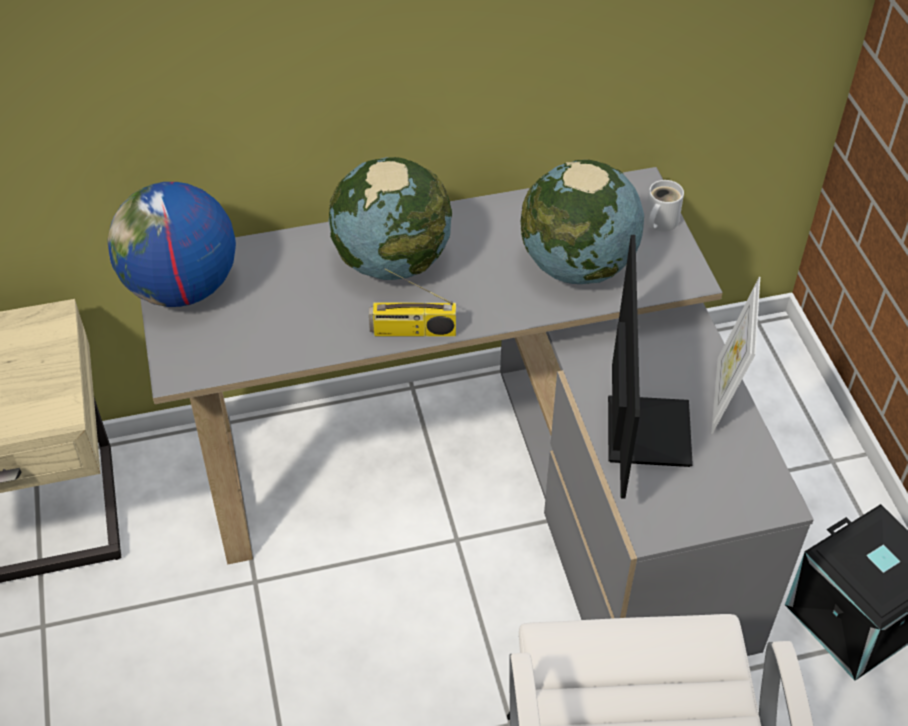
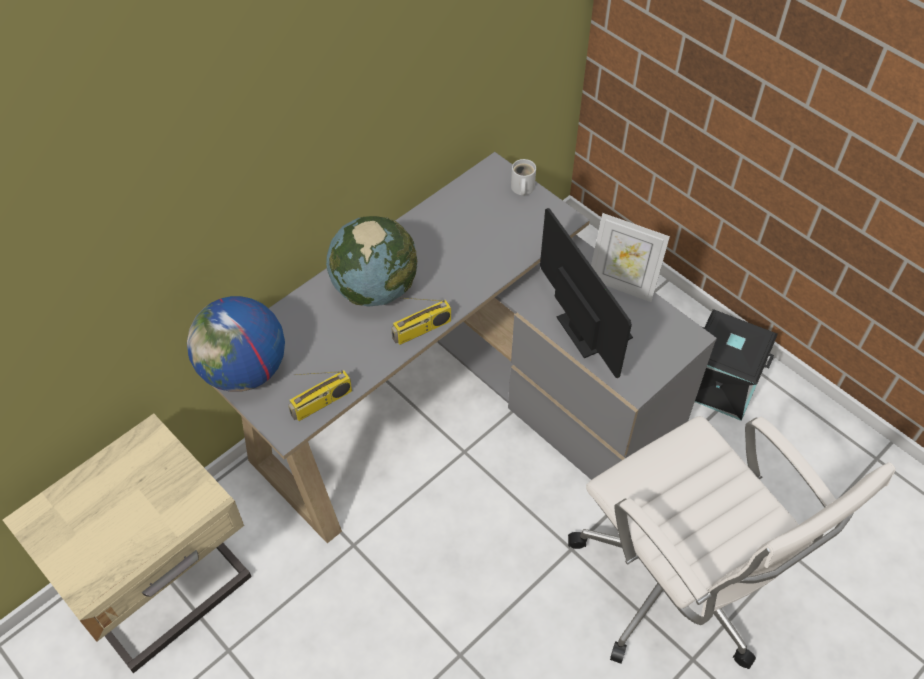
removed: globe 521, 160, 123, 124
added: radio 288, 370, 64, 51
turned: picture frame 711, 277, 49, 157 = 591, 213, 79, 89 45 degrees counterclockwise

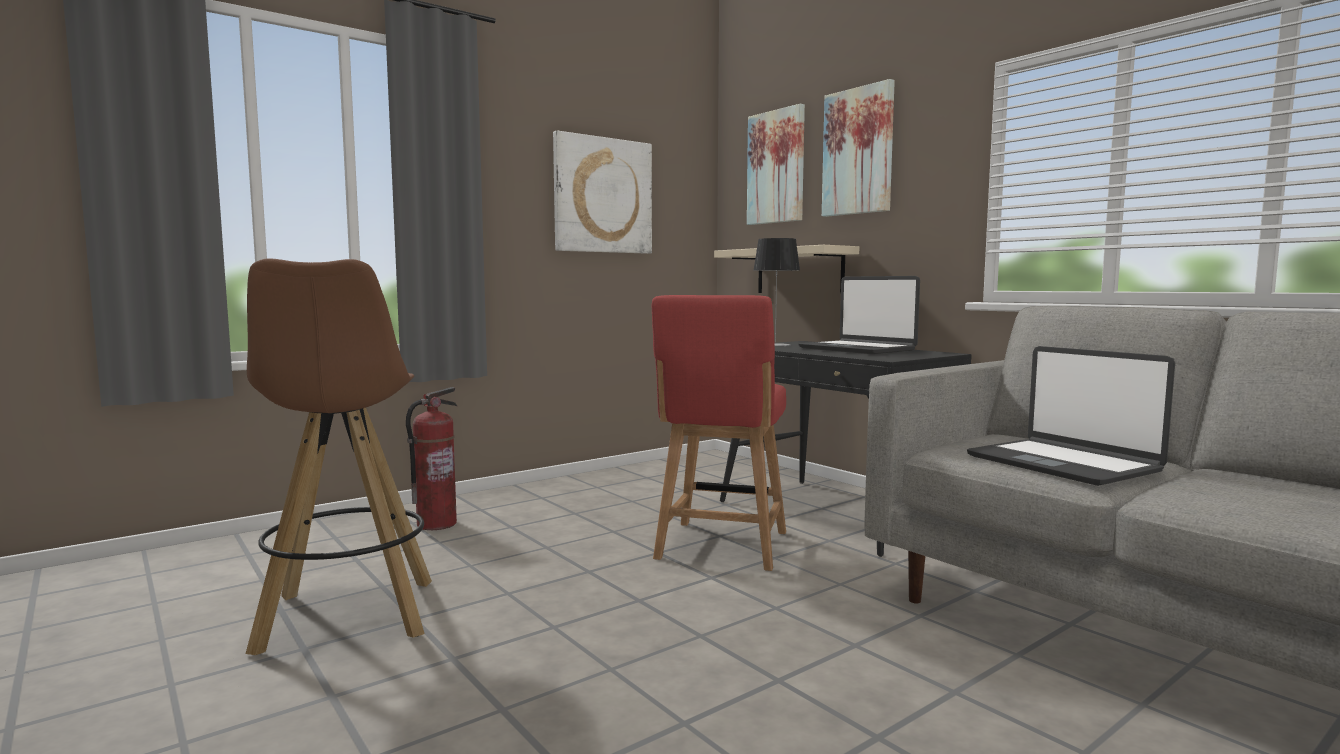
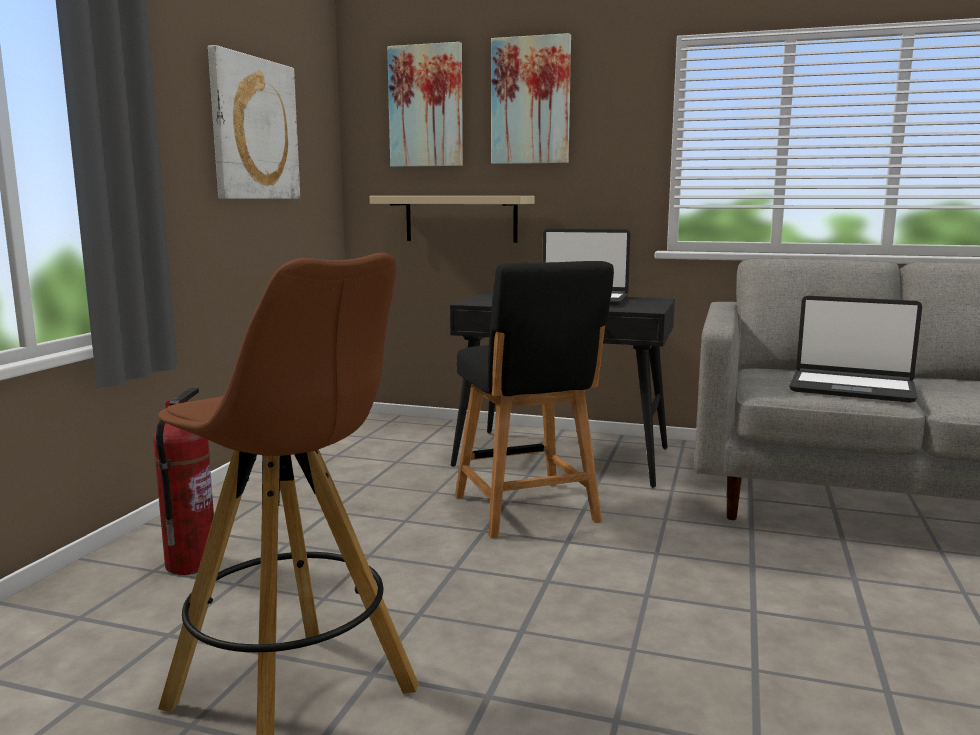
removed: table lamp 754, 238, 46, 108
recoloured: chair/red 651, 295, 135, 276 to chair/black 455, 261, 159, 278

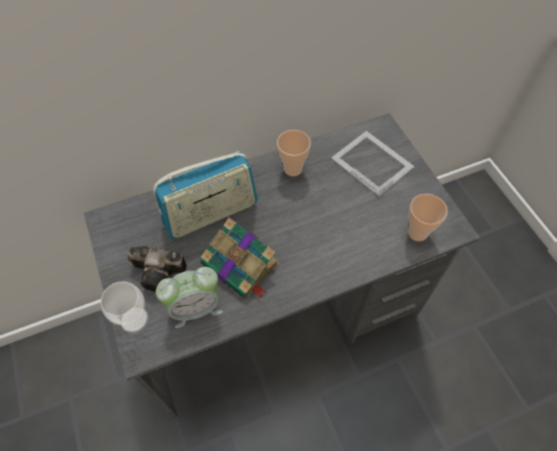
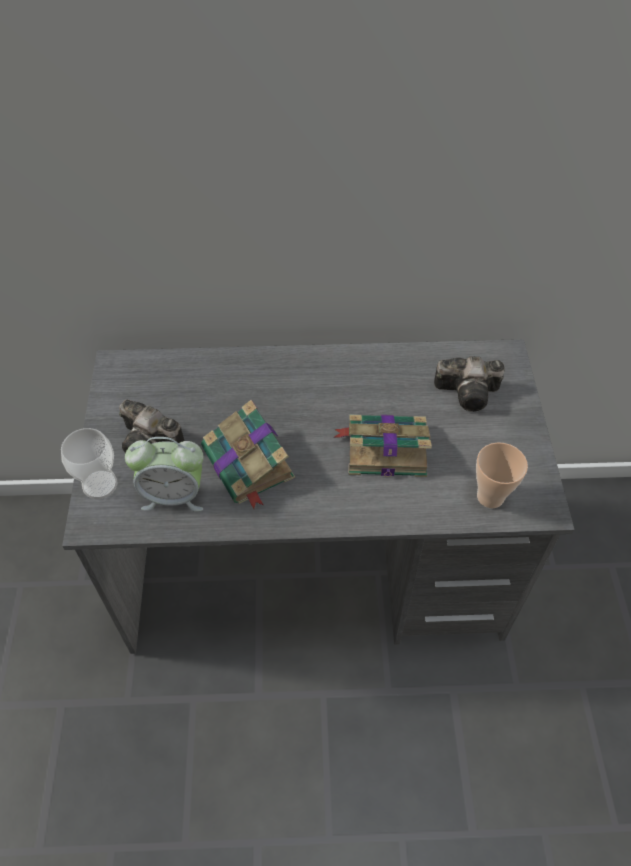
removed: radio 153, 151, 105, 88; cup 277, 130, 34, 46
added: book 334, 415, 98, 62
replaced: picture frame 331, 131, 84, 66 to photo camera 434, 356, 71, 56

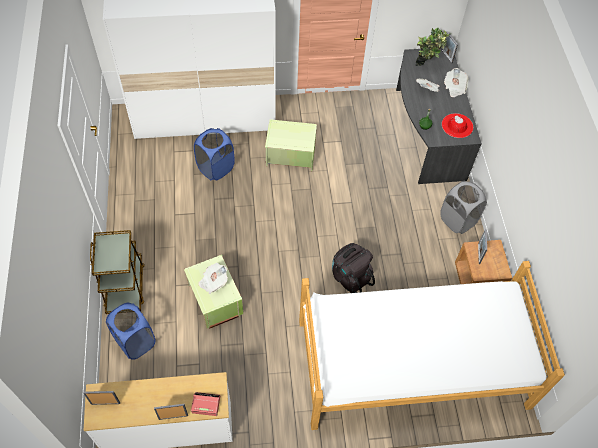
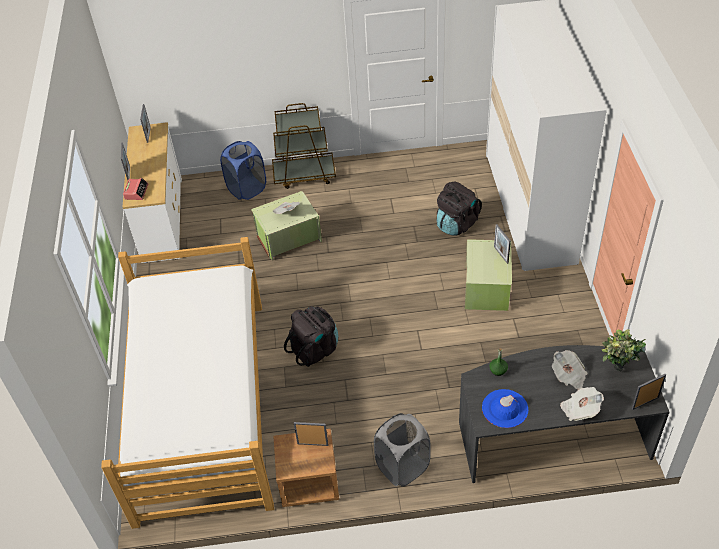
added: picture frame 494, 224, 17, 40
replaced: laundry basket/blue 194, 128, 41, 52 to backpack/black 437, 181, 45, 55
recoloured: hat/red 442, 113, 31, 25 to hat/blue 482, 389, 46, 39

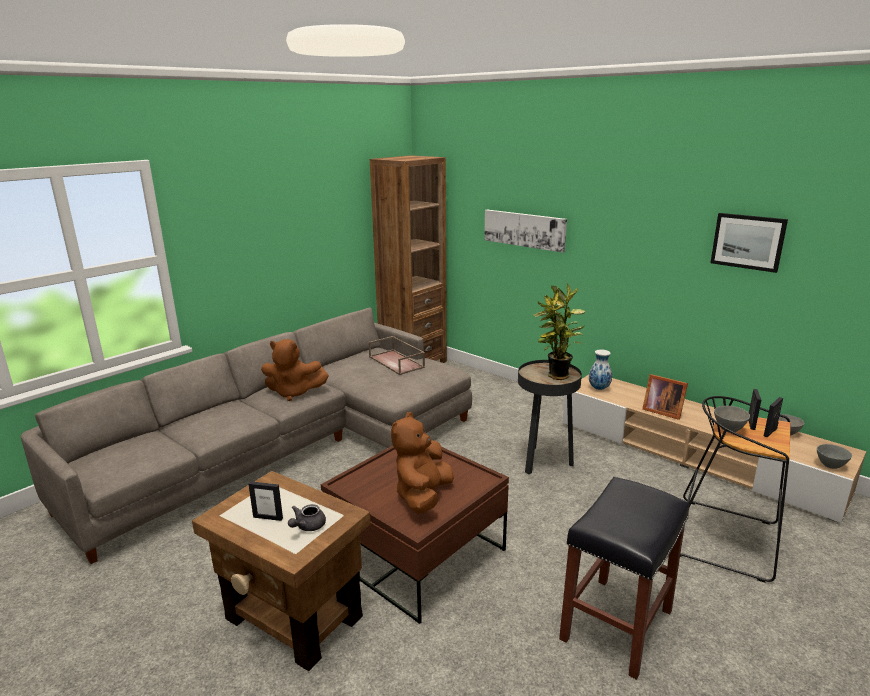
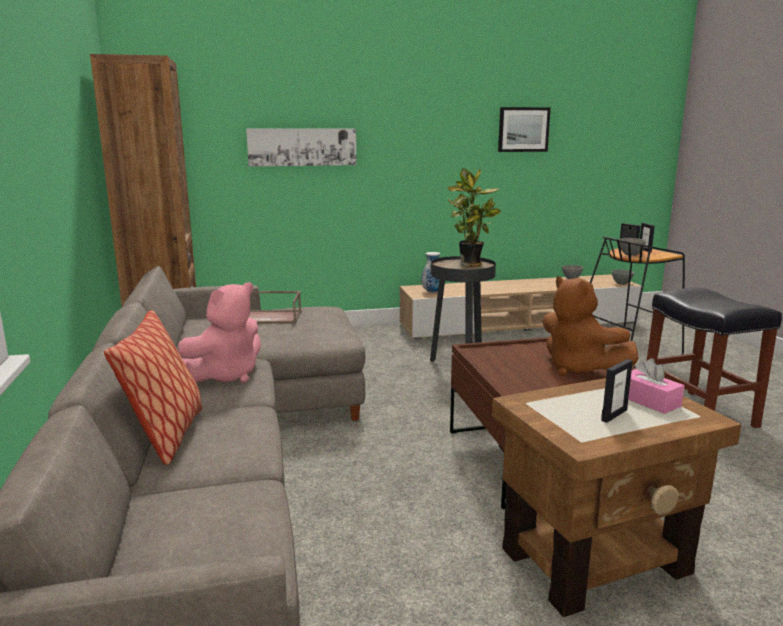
removed: picture frame 642, 374, 46, 46
added: pillow 104, 310, 99, 155
replaced: teapot/grey 288, 504, 38, 27 to tissue box/pink 628, 358, 56, 56
recoloured: plush toy/brown 261, 339, 68, 62 to plush toy/pink 178, 282, 83, 101

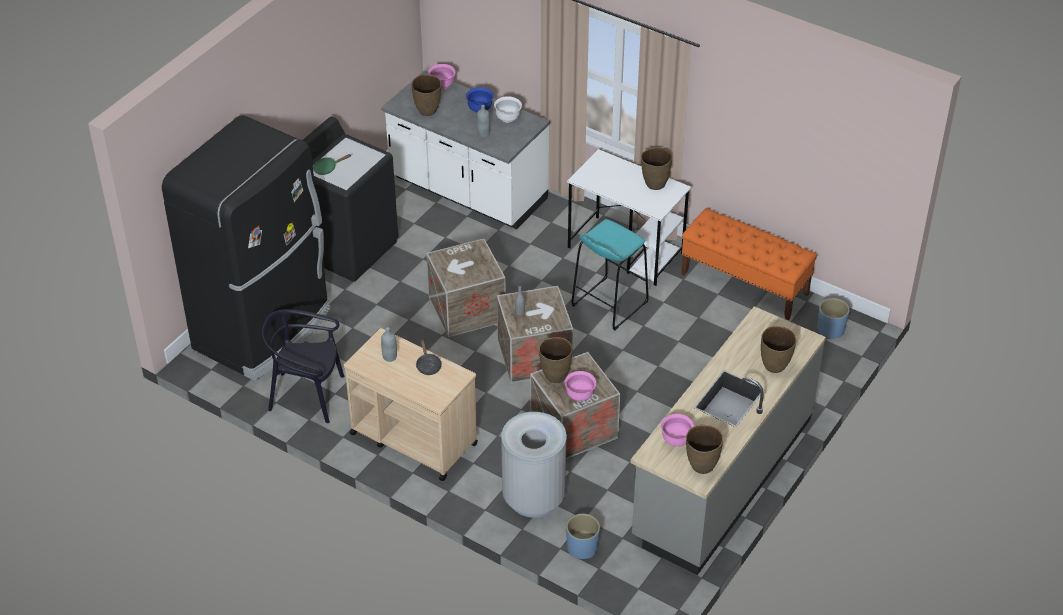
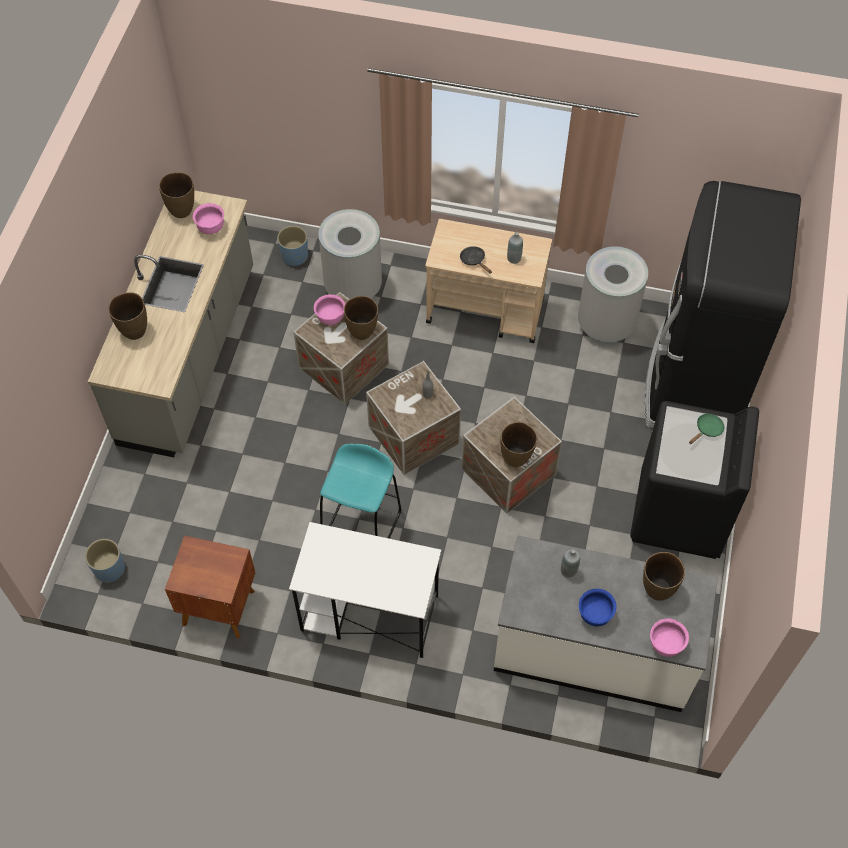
removed: bowl/white 494, 96, 28, 26
moved: vase/brown 641, 147, 31, 43 to 501, 422, 36, 45
replaced: chair/black 262, 309, 82, 114 to trash can/grey 578, 246, 70, 98; bench/orange 681, 208, 136, 112 to nightstand/brown 165, 536, 90, 103

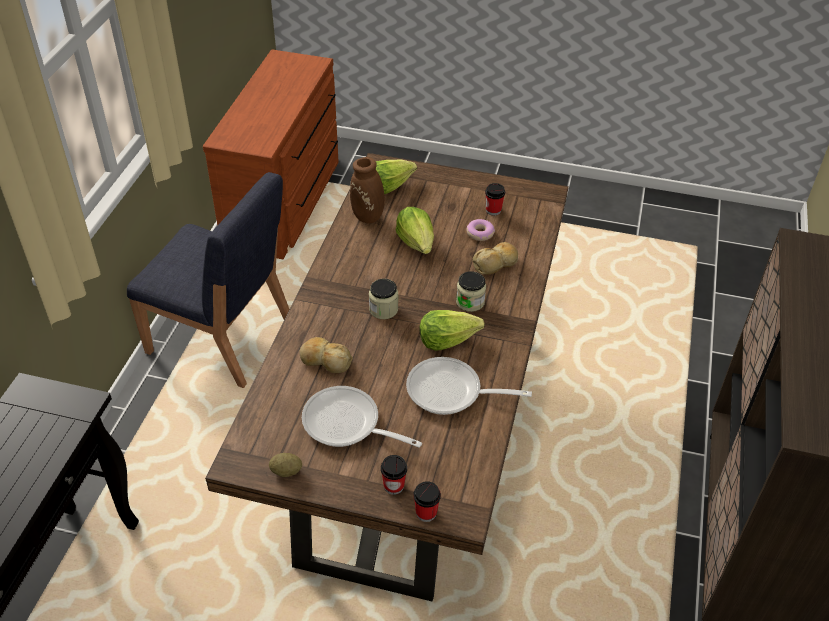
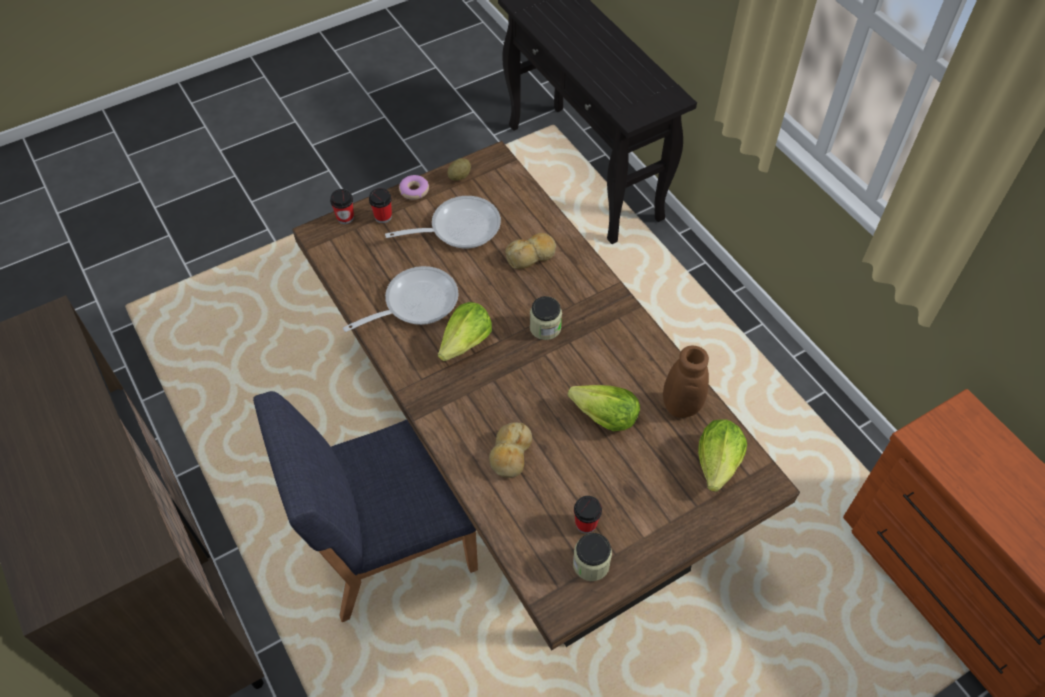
moved: chair/blue 127, 172, 162, 216 to 253, 391, 225, 231; jar 456, 271, 30, 41 to 573, 533, 39, 48; donut 467, 219, 28, 22 to 399, 175, 30, 25

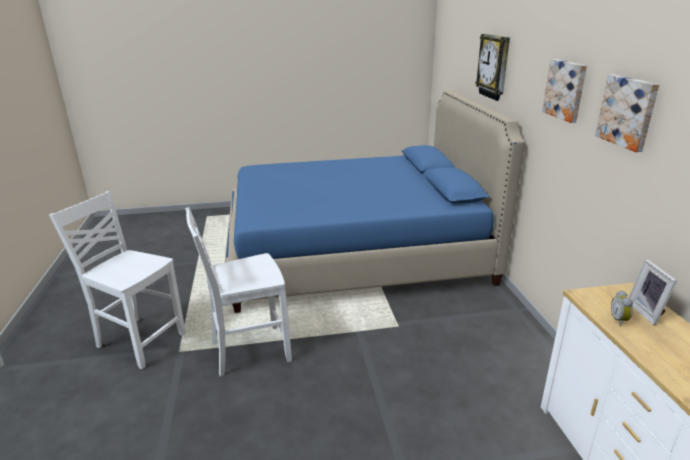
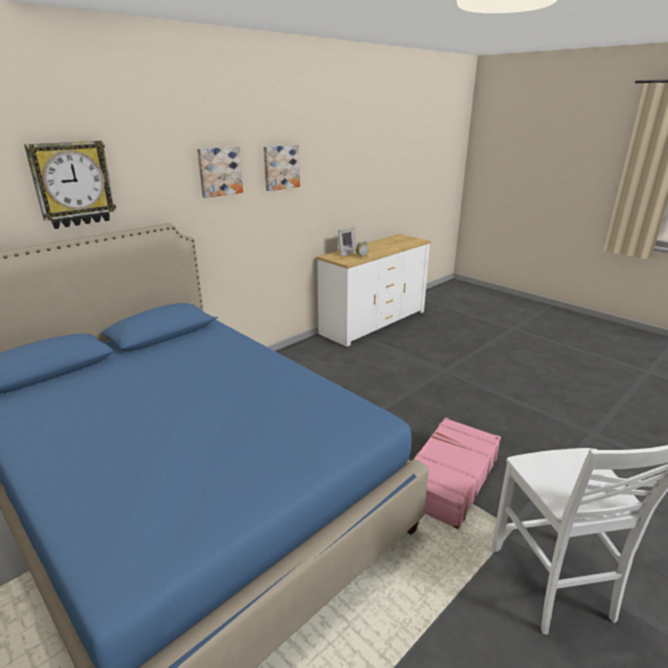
replaced: chair/white 185, 207, 107, 169 to suitcase/pink 413, 417, 88, 112

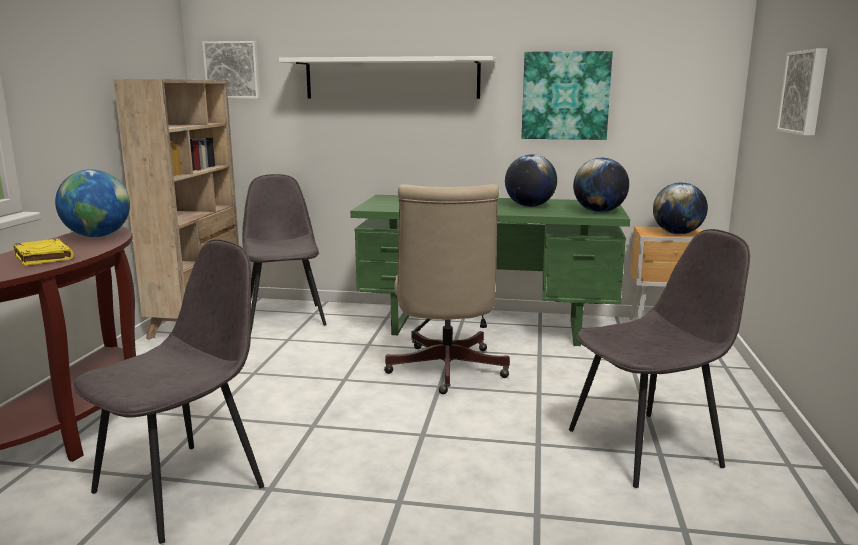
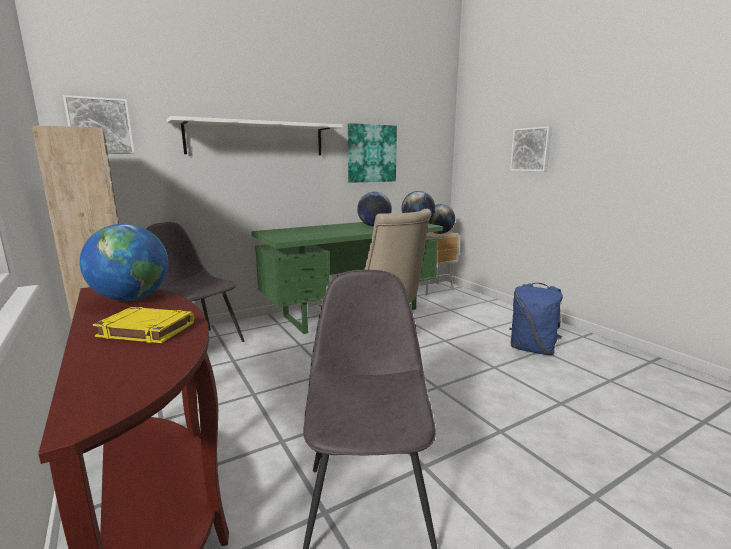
replaced: chair/grey 569, 229, 181, 259 to backpack/blue 509, 283, 54, 72

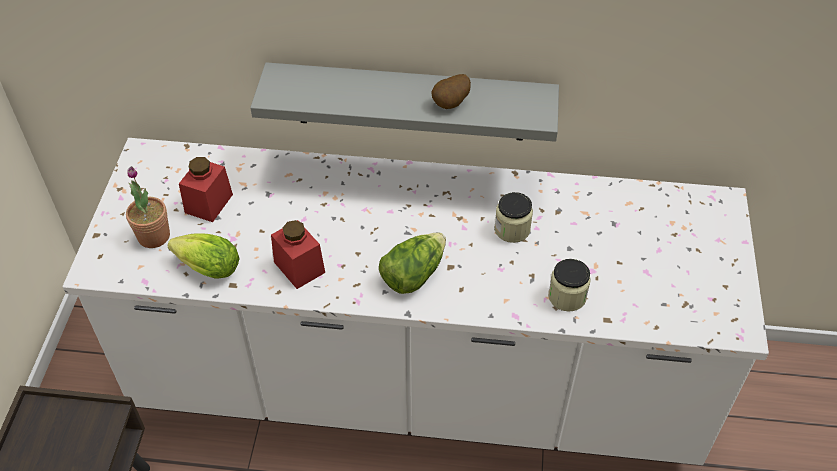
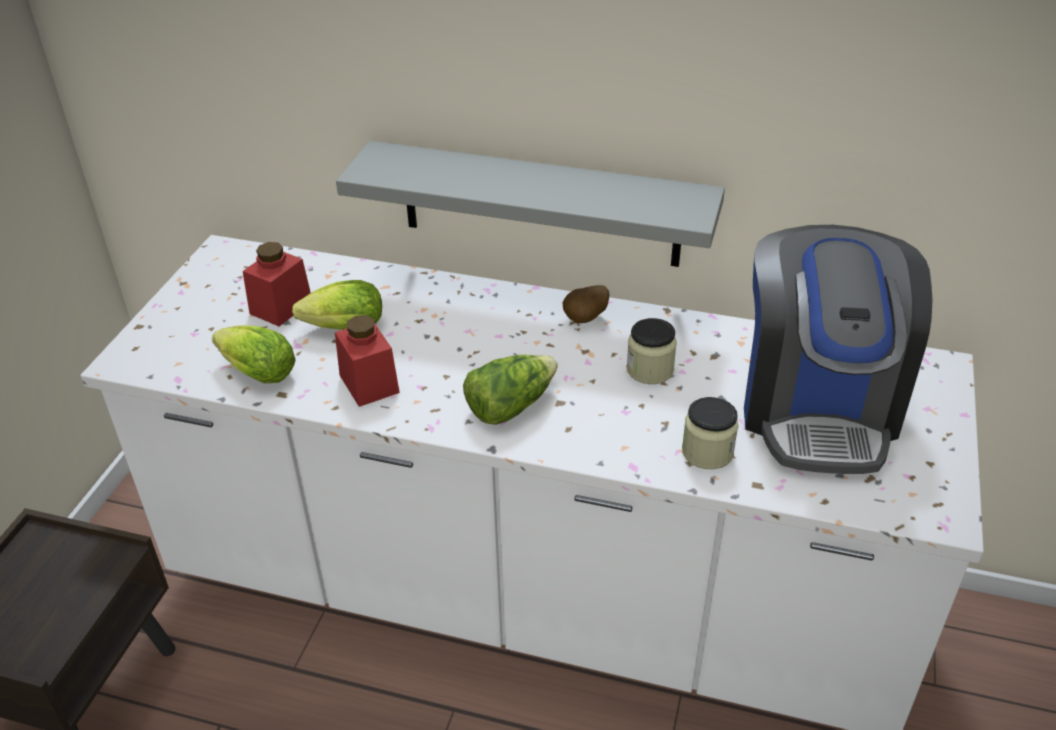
removed: potted plant 126, 166, 44, 82
added: lettuce 292, 280, 90, 50; coffee machine 744, 225, 188, 249
moved: potato 431, 74, 40, 35 to 562, 285, 47, 38

